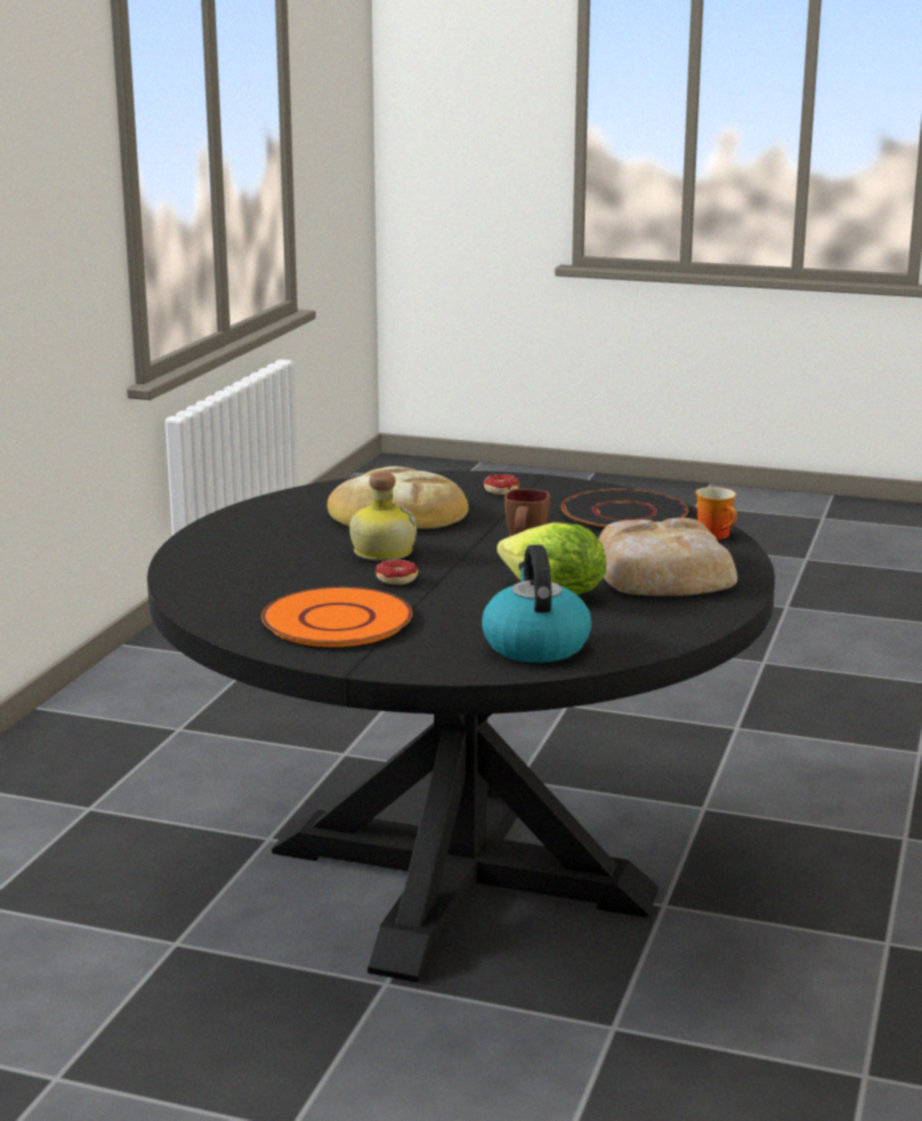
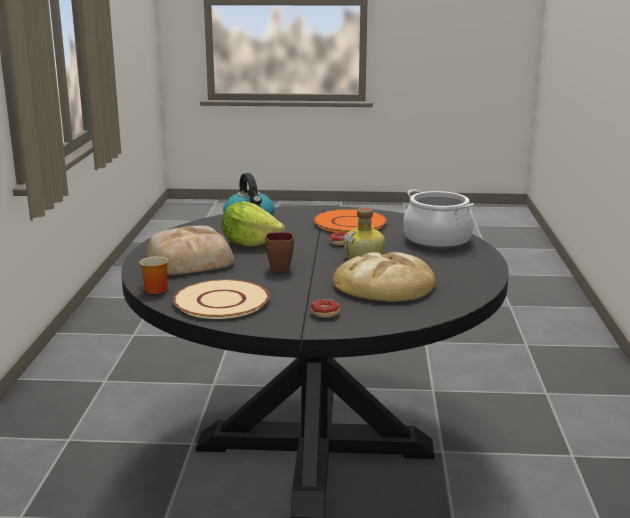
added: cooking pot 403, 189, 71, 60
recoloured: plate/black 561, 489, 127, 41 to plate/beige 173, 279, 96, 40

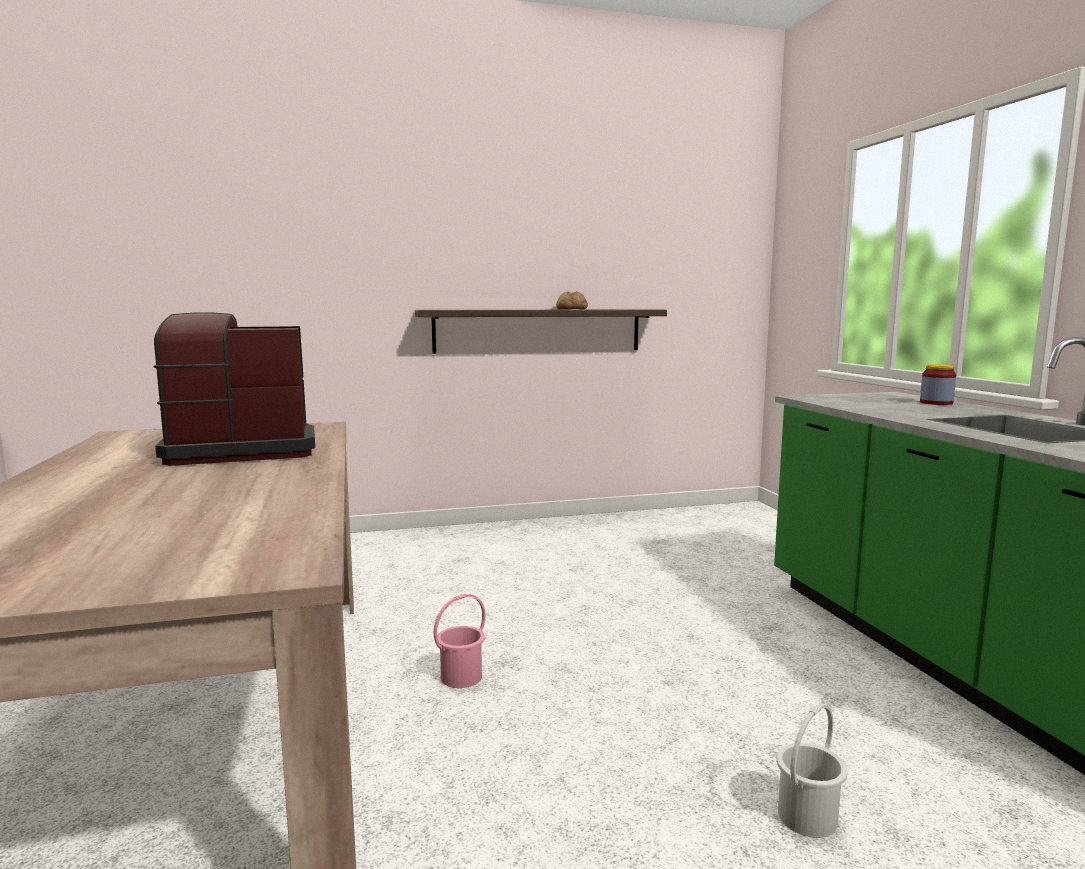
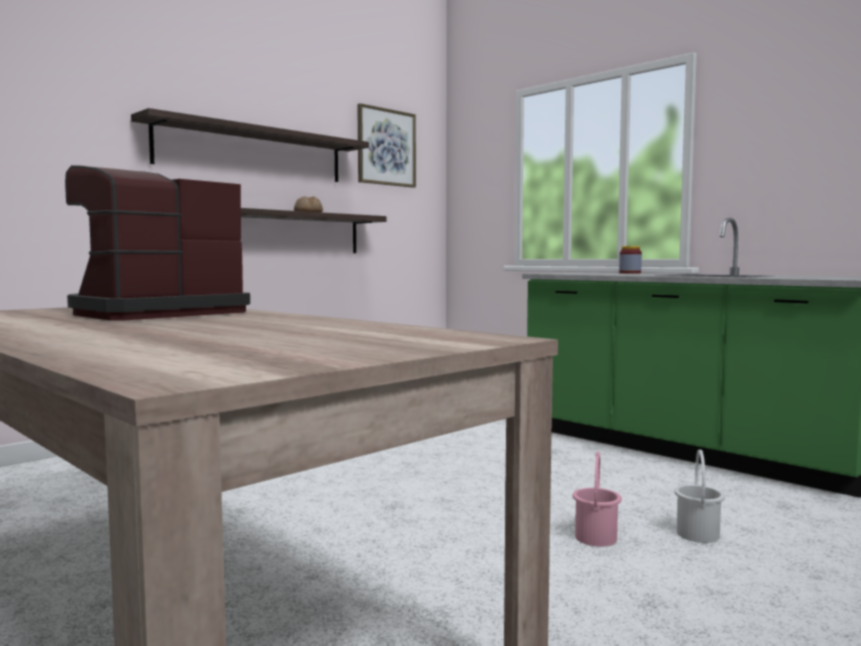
added: shelf 131, 108, 238, 74; picture 357, 103, 59, 85
moved: bucket/pink 434, 594, 52, 94 to 573, 452, 49, 95

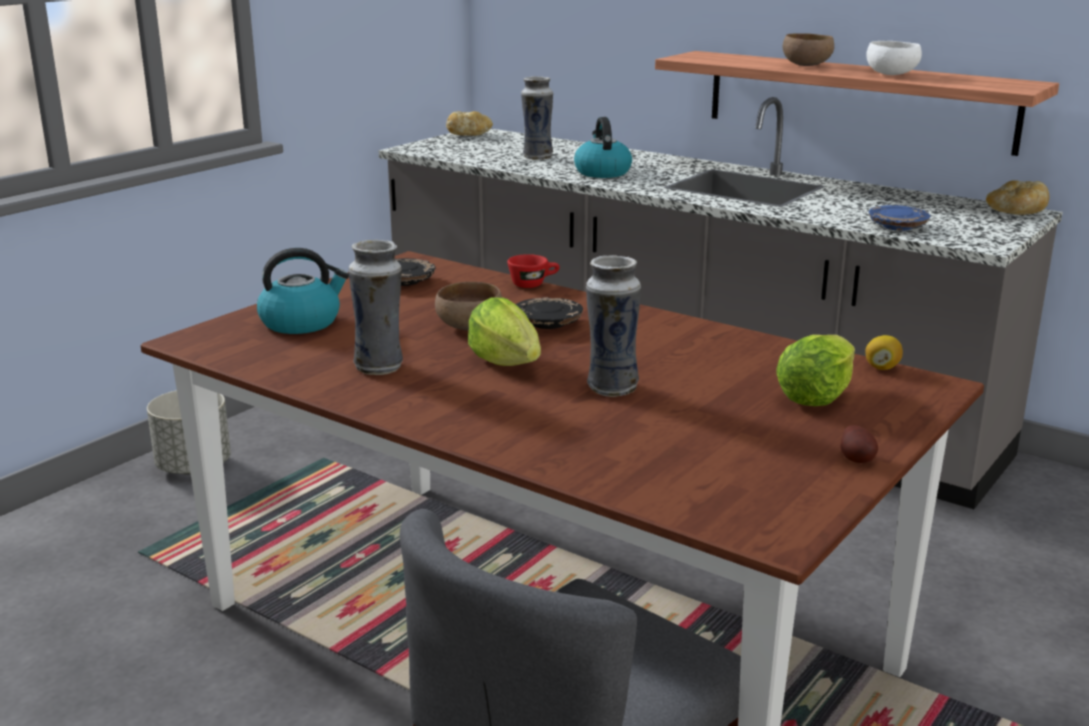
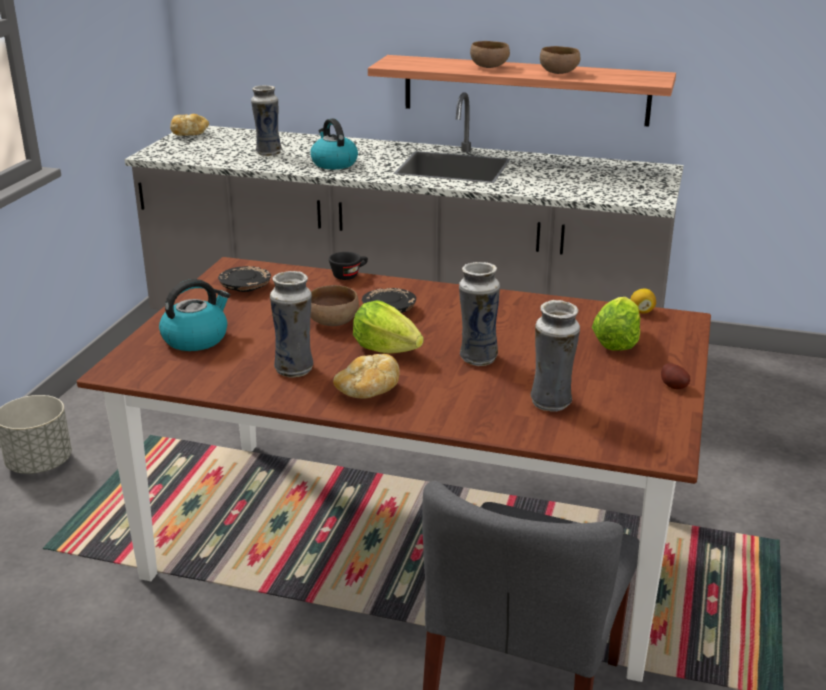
removed: plate/blue 869, 205, 62, 26
added: vase 531, 300, 49, 112
moved: bread 986, 180, 64, 35 to 333, 354, 67, 45
recoloured: cup/red 507, 254, 53, 34 to cup/black 329, 252, 39, 28; bowl/white 866, 41, 56, 34 to bowl/brown 540, 46, 40, 28

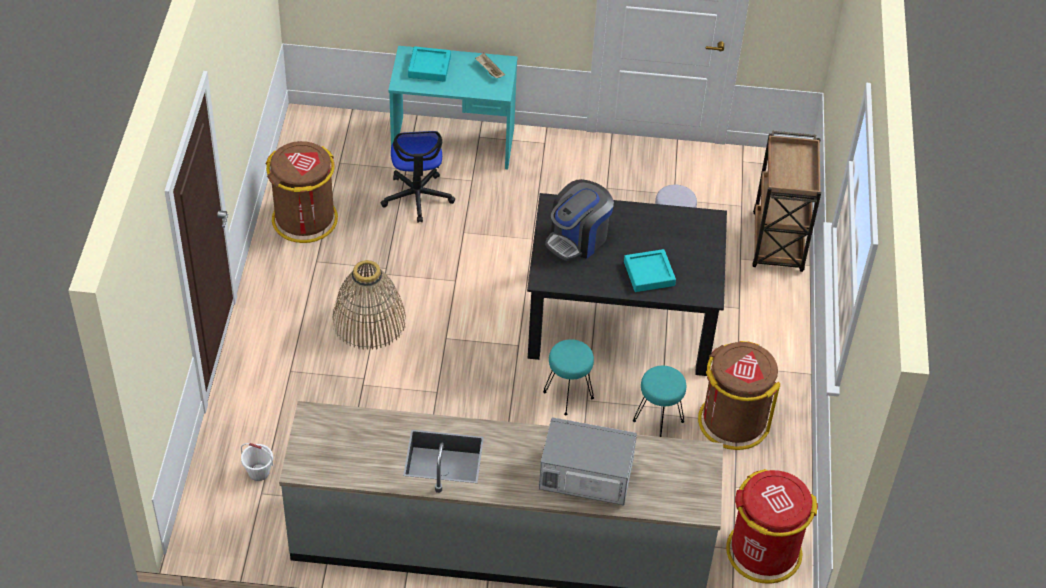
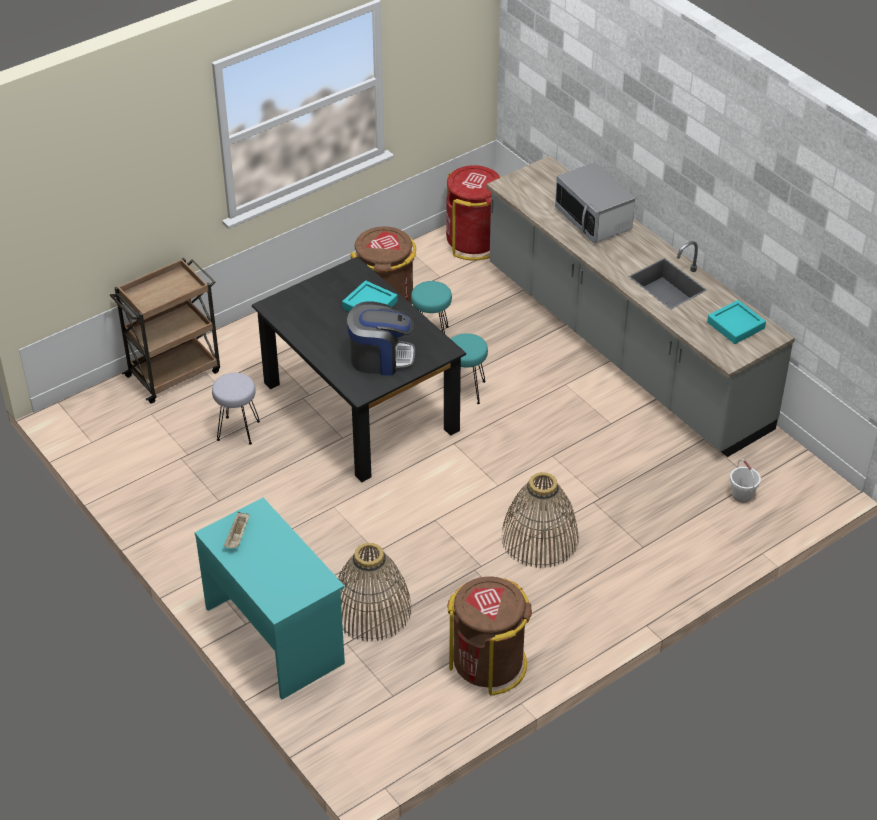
moved: tray/turquoise 408, 46, 43, 36 to 707, 300, 59, 44
replaced: office chair 381, 131, 74, 92 to basket 338, 543, 73, 99

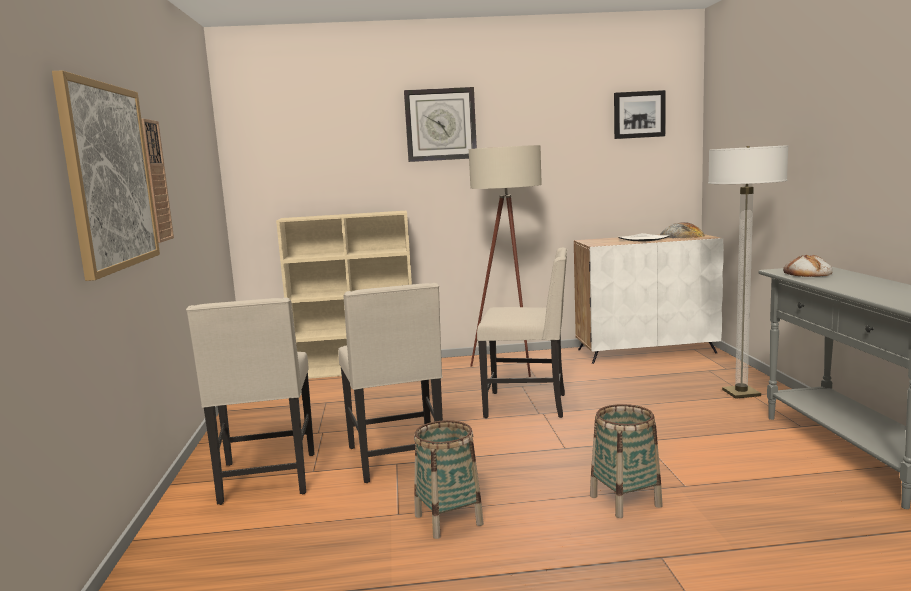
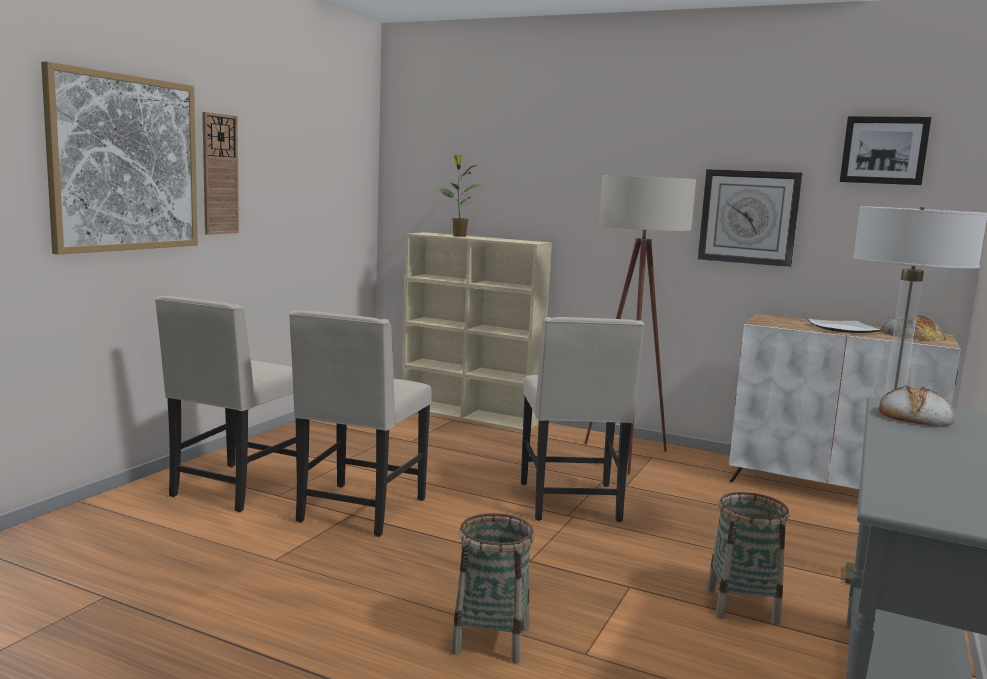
added: potted plant 435, 155, 47, 82
moved: wall clock 404, 87, 73, 75 to 698, 169, 104, 98; basket 414, 420, 70, 119 to 707, 492, 82, 133
turned: chair/beige 477, 248, 91, 170 = 521, 317, 124, 205 45 degrees clockwise

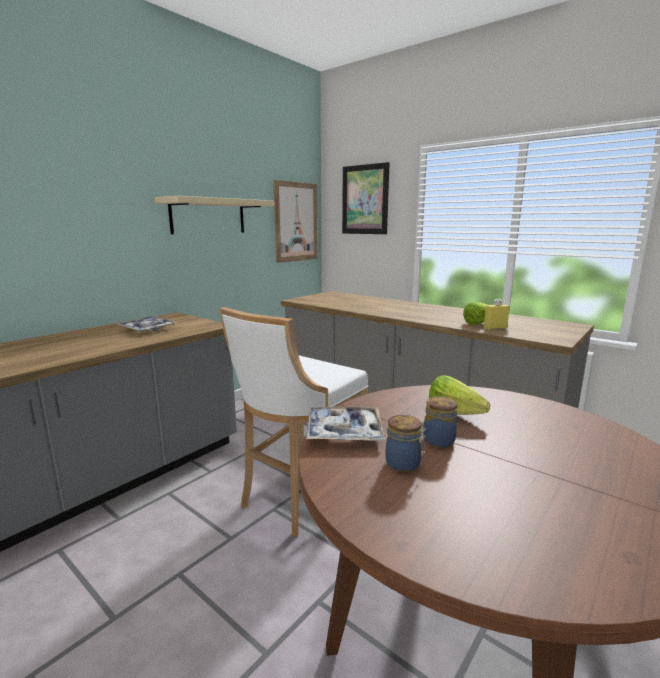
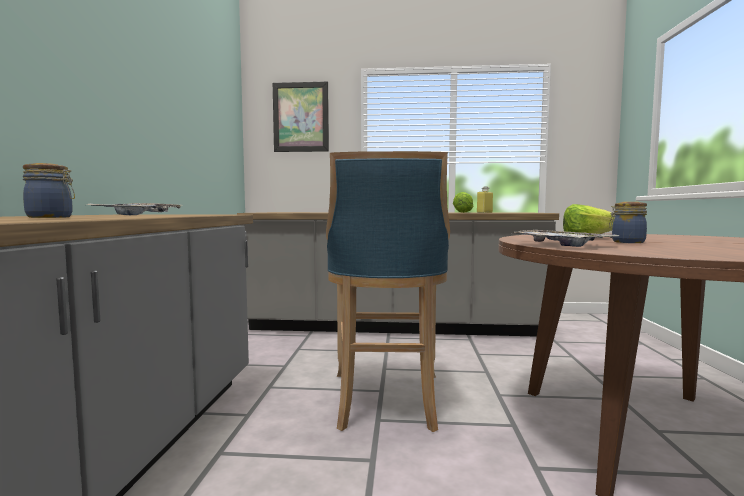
removed: shelf/beige 155, 196, 119, 38; picture 273, 180, 44, 83
moved: jar 385, 415, 41, 57 to 23, 163, 52, 55
recoloured: stool/white 219, 307, 149, 230 to stool/blue 326, 151, 124, 281

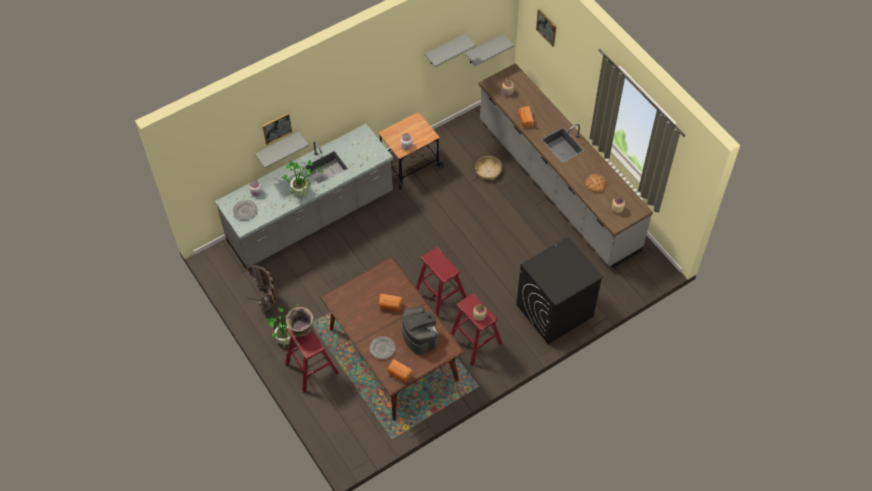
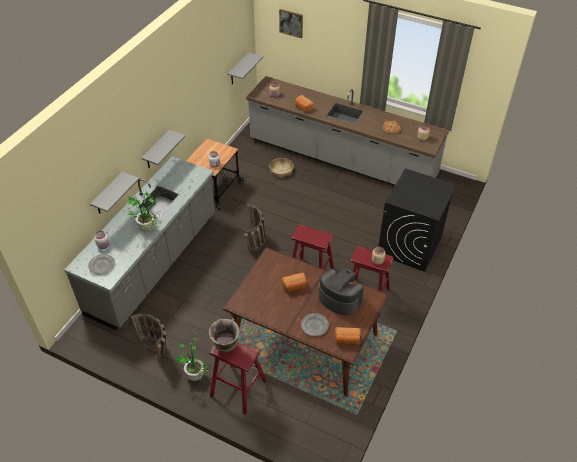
removed: picture 262, 113, 30, 32
added: basket 233, 204, 32, 46
moved: shelf/grey 424, 34, 52, 33 to 142, 130, 43, 38

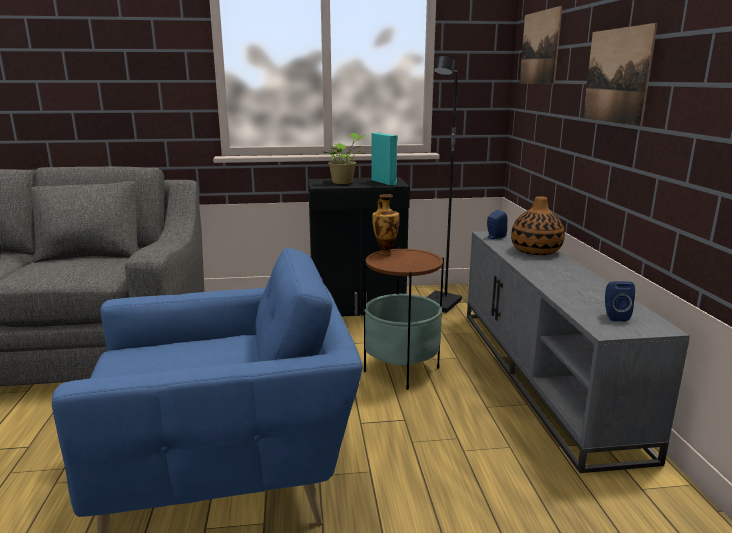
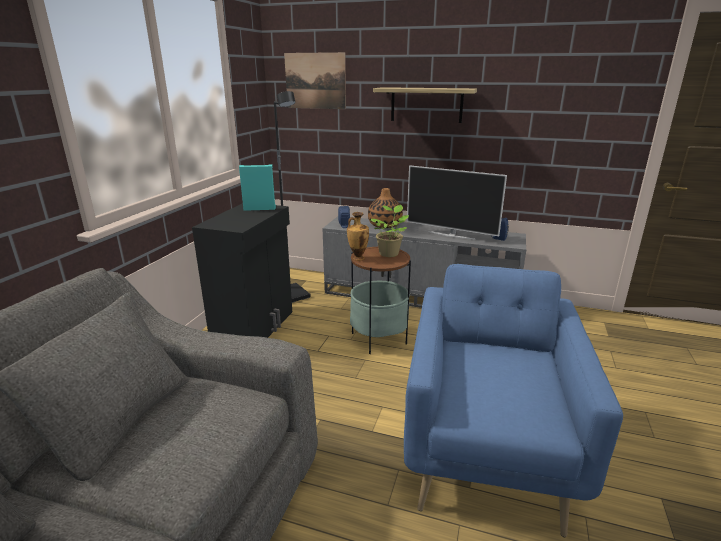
added: television 407, 165, 100, 75
moved: potted plant 324, 133, 41, 51 to 371, 205, 38, 52
replaced: picture 583, 23, 75, 103 to shelf 373, 87, 104, 36

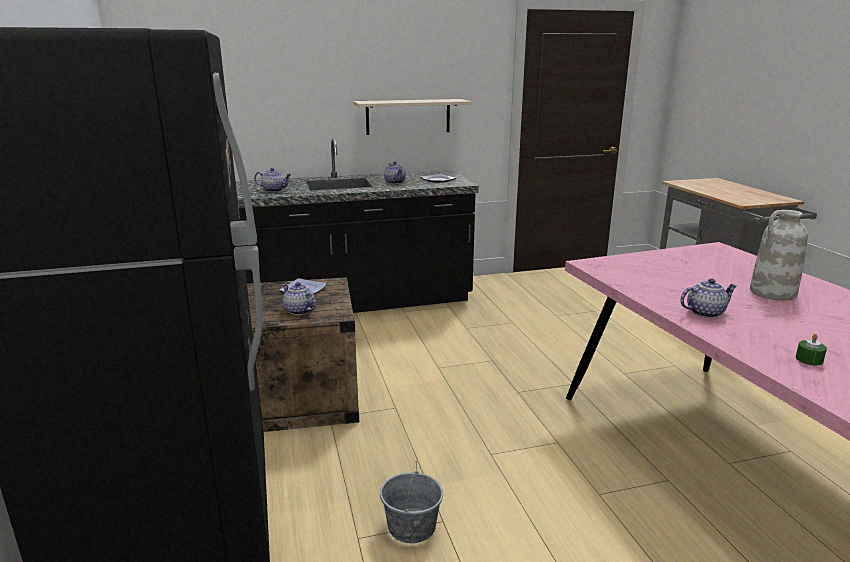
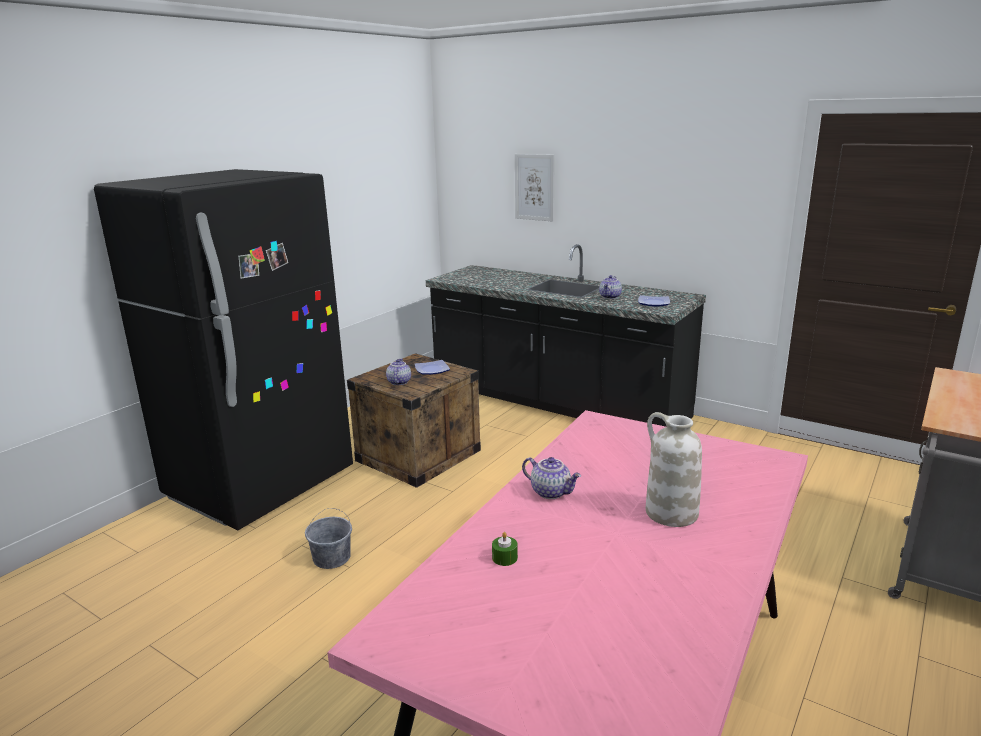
removed: teapot 254, 168, 37, 24; shelf/beige 353, 99, 119, 36
added: picture 515, 154, 40, 68

